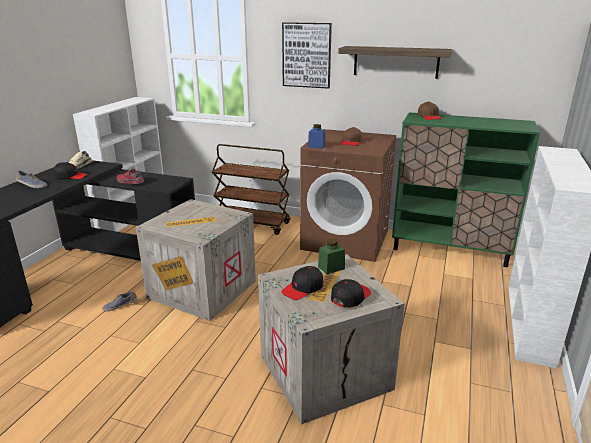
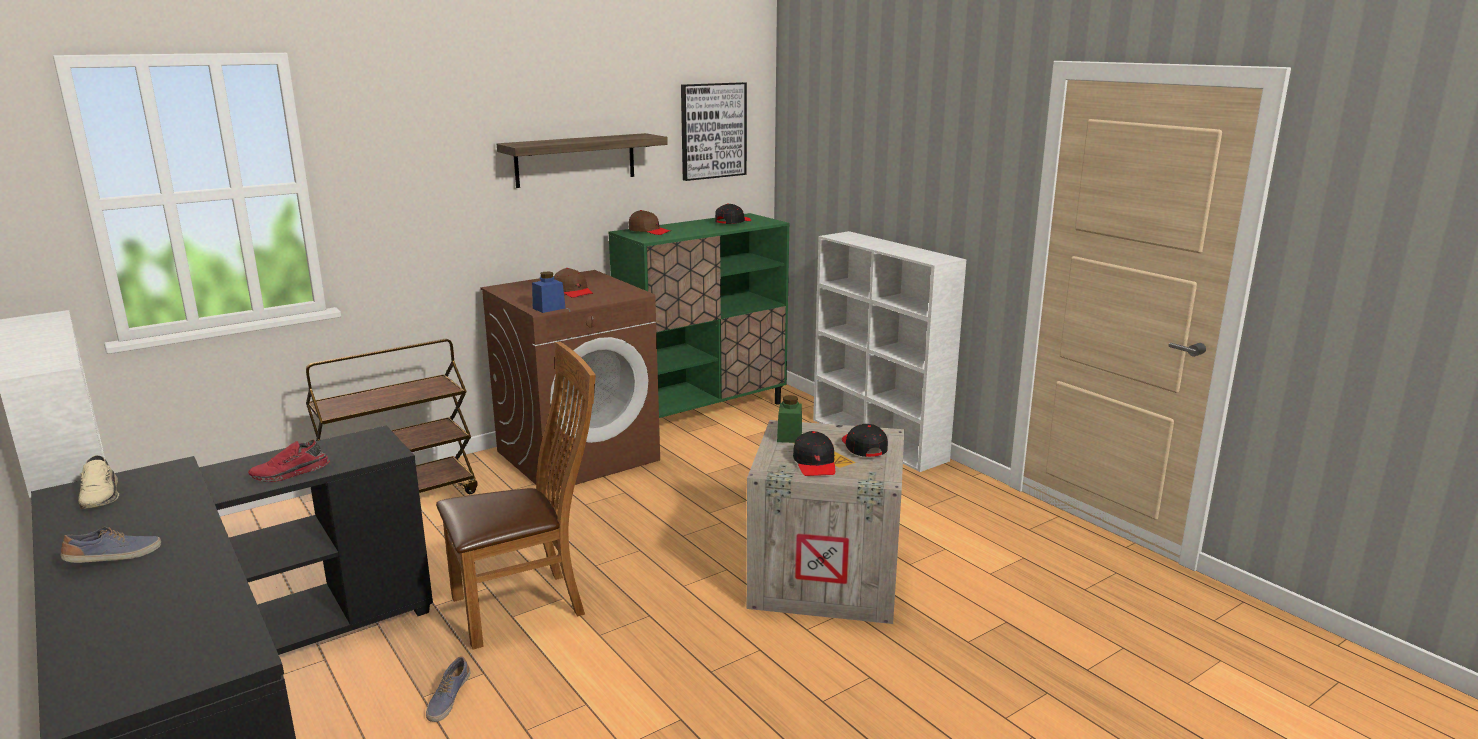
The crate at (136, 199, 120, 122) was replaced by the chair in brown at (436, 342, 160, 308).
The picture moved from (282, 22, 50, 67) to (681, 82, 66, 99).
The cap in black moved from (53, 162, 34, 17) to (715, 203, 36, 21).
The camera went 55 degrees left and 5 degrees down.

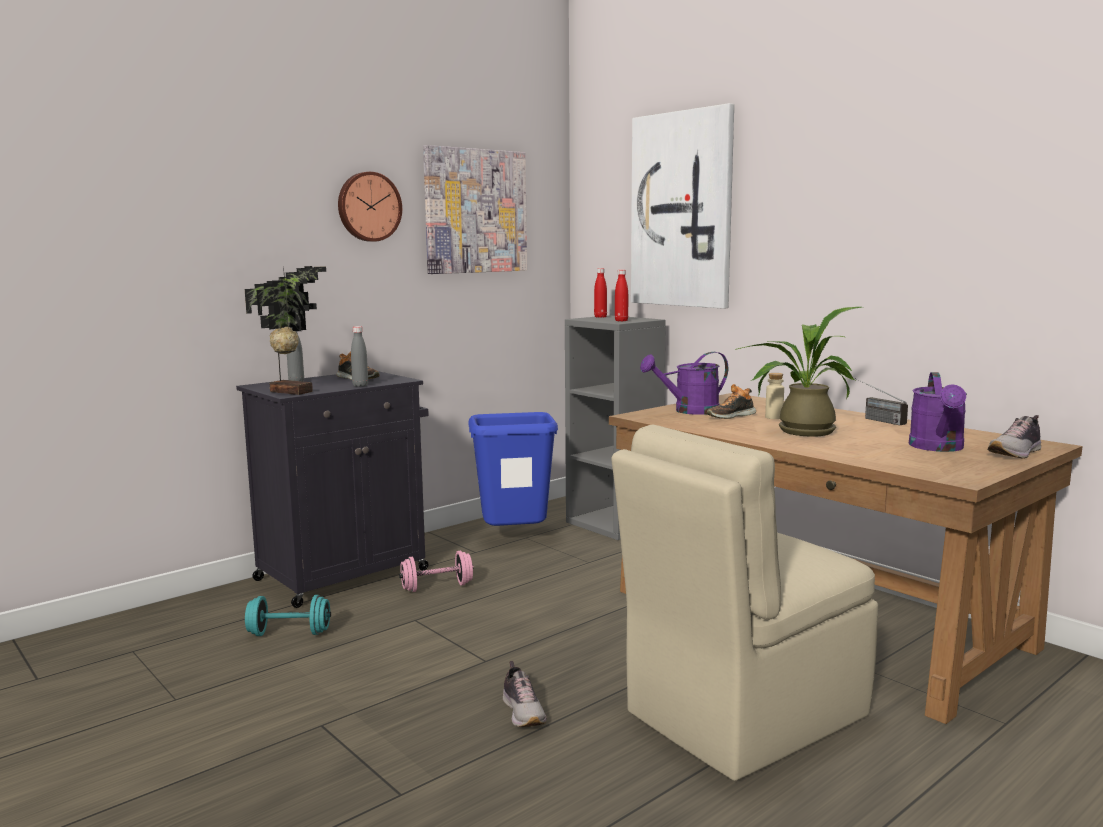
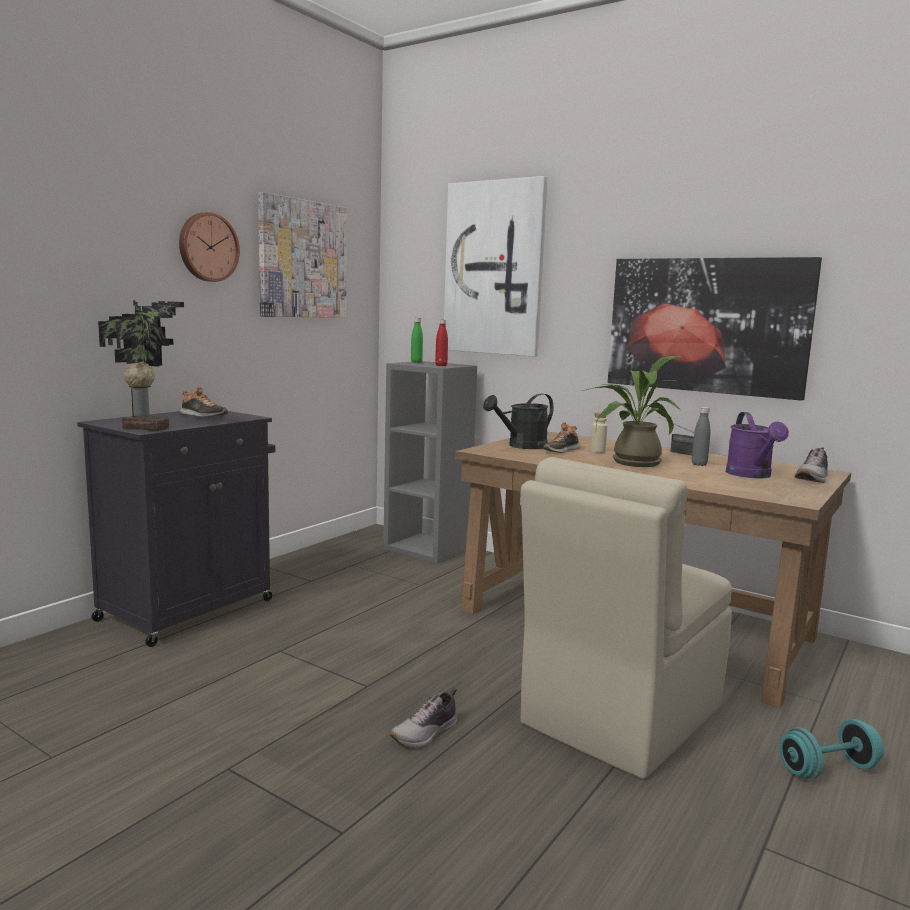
The shoe at (503, 661, 44, 66) turned 75 degrees clockwise.
The bottle in red at (594, 268, 13, 50) became the bottle in green at (411, 318, 12, 45).
The watering can in purple at (640, 352, 88, 63) became the watering can in black at (483, 393, 70, 56).
The picture at (608, 257, 214, 144) appeared.
The bottle in grey moved from (351, 326, 17, 61) to (692, 407, 18, 59).
The dumbbell in turquoise moved from (245, 595, 86, 41) to (779, 719, 105, 60).
The dumbbell in pink at (399, 551, 75, 41) disappeared.
The trash can in blue at (468, 412, 90, 114) disappeared.
The camera went 15 degrees left and 0 degrees up.

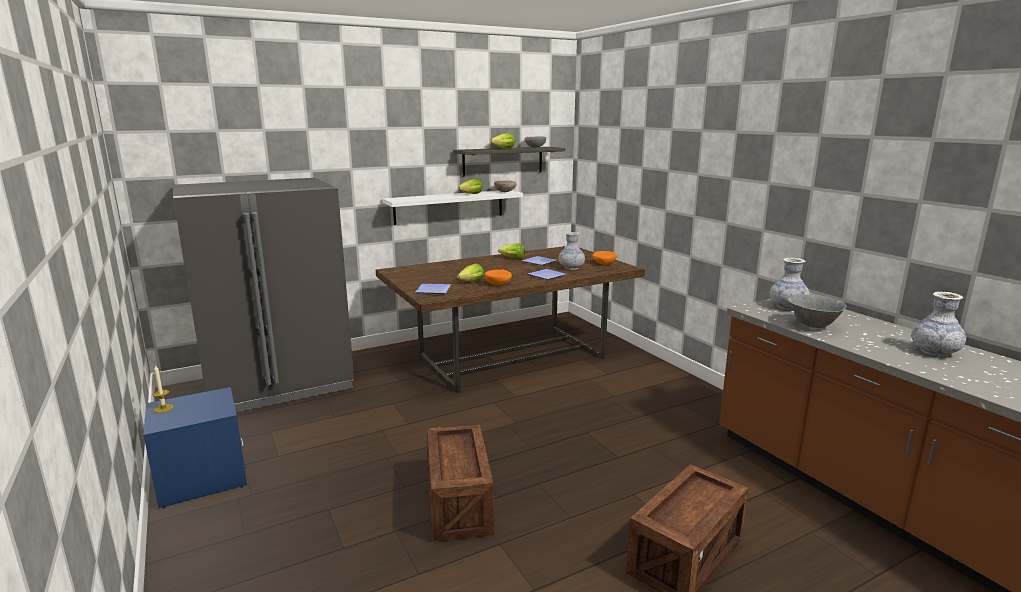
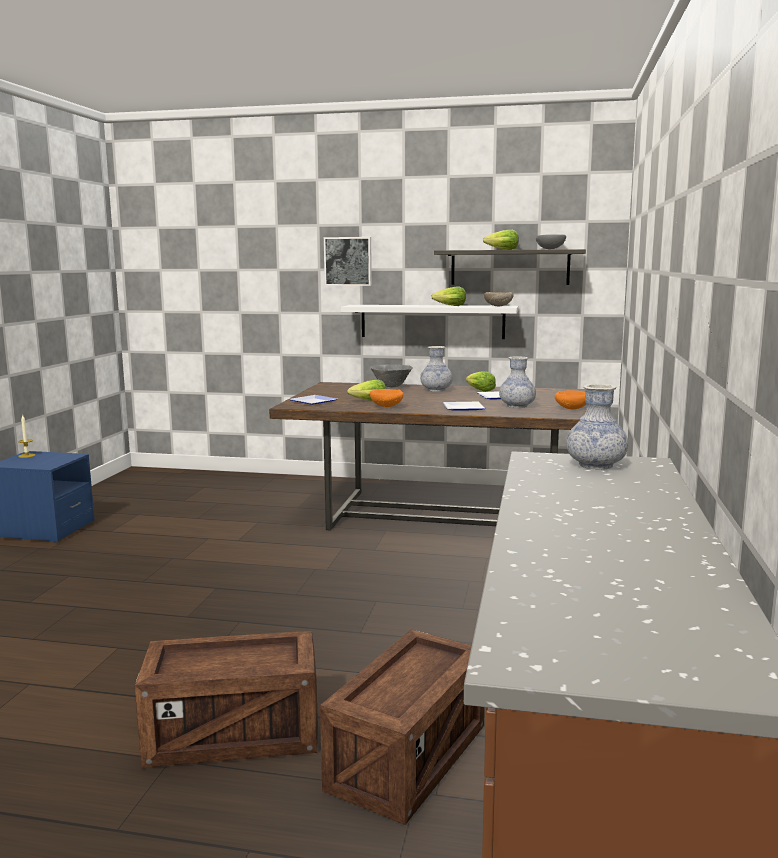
The crate moved from (427, 424, 67, 118) to (320, 629, 165, 196).
The picture at (324, 237, 48, 49) appeared.
The bowl in grey moved from (788, 295, 58, 33) to (370, 364, 43, 23).
The vase moved from (912, 292, 54, 65) to (420, 346, 33, 46).
The fridge in grey at (173, 178, 181, 234) disappeared.
The camera went 40 degrees right and 5 degrees down.

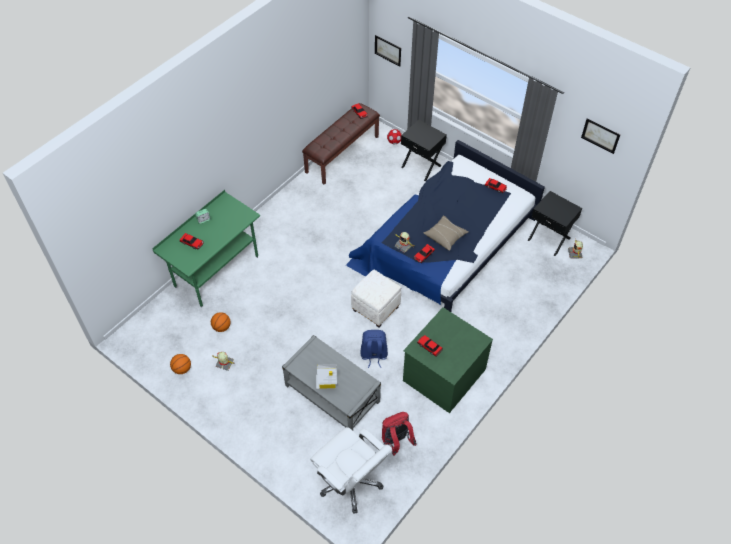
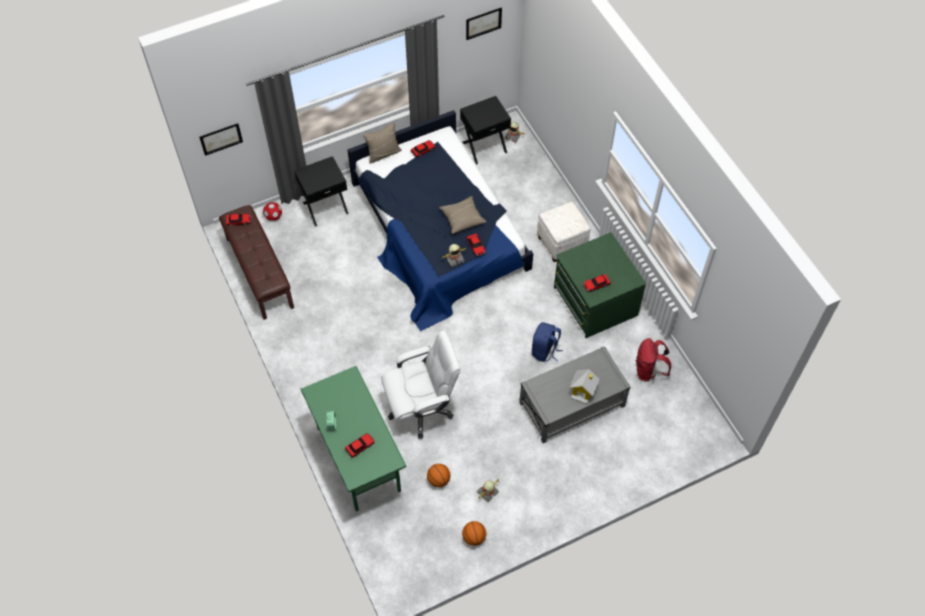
The pillow in beige at (363, 122, 39, 42) appeared.
The office chair in white moved from (310, 427, 82, 87) to (381, 330, 79, 109).
The ottoman in white moved from (351, 270, 50, 58) to (537, 202, 53, 60).
The camera went 65 degrees left and 5 degrees up.

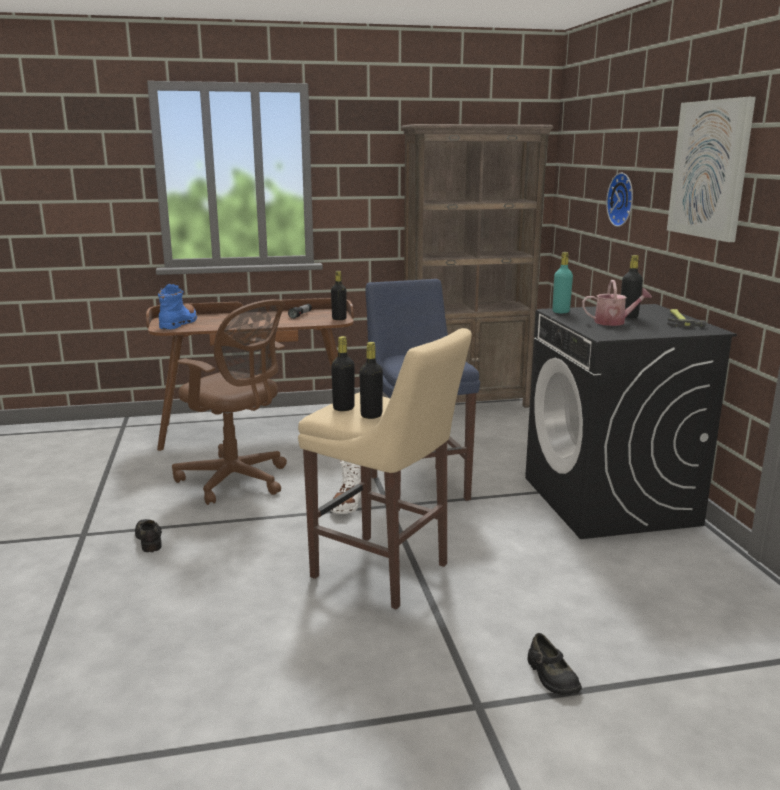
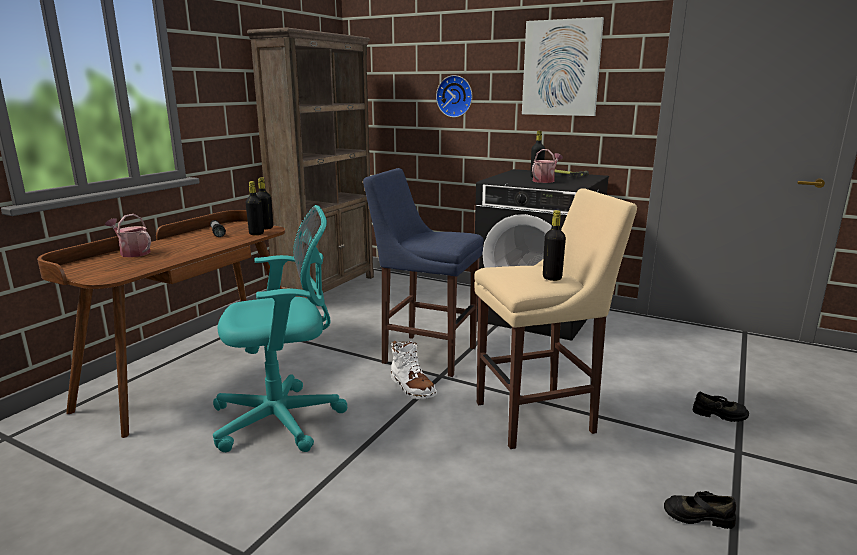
The watering can at (105, 214, 46, 43) appeared.
The office chair in brown at (172, 299, 115, 206) became the office chair in turquoise at (213, 205, 135, 247).
The bottle in black moved from (331, 336, 24, 75) to (245, 181, 19, 54).
The shoe in black moved from (135, 519, 27, 33) to (664, 491, 72, 38).
The boot in blue at (158, 284, 39, 45) disappeared.
The bottle in turquoise at (552, 252, 21, 61) disappeared.
The camera went 50 degrees left and 0 degrees up.

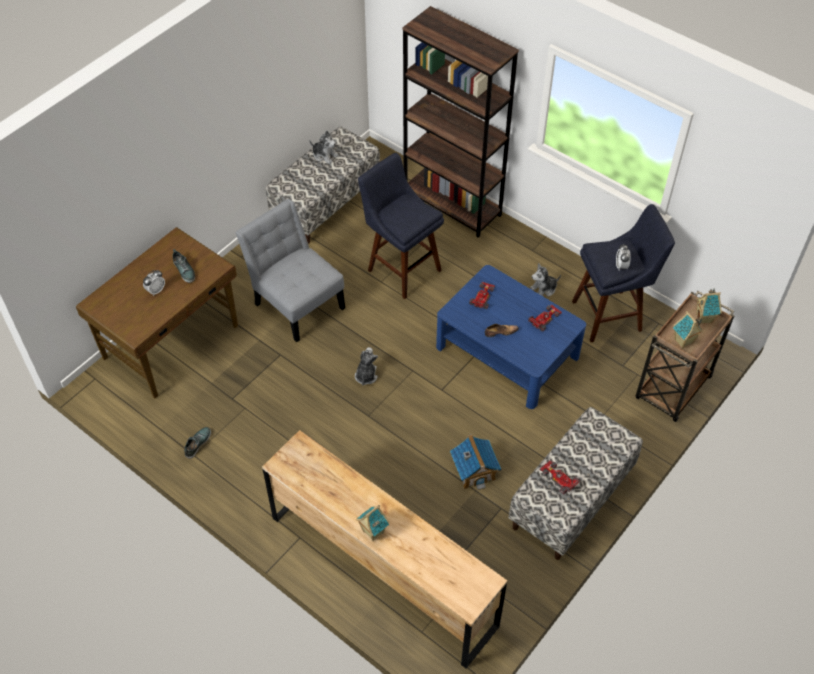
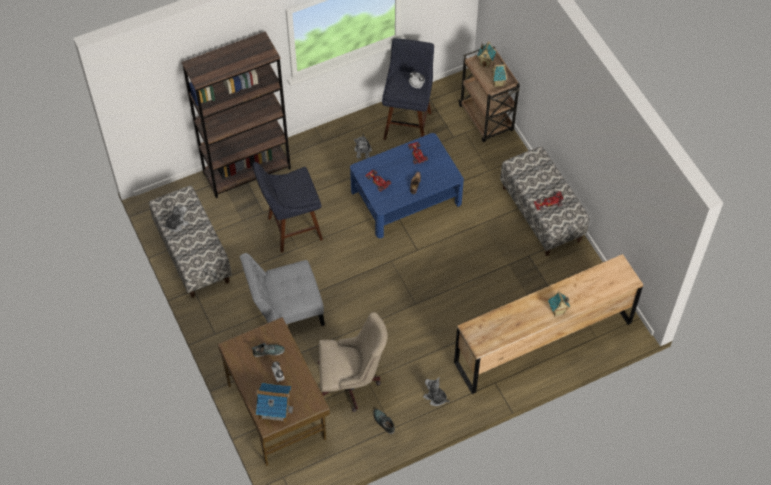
The toy house moved from (450, 434, 51, 56) to (256, 383, 38, 39).
The office chair in beige at (318, 312, 70, 100) appeared.
The plush toy moved from (355, 347, 23, 38) to (423, 377, 27, 29).
The camera went 65 degrees left and 5 degrees up.

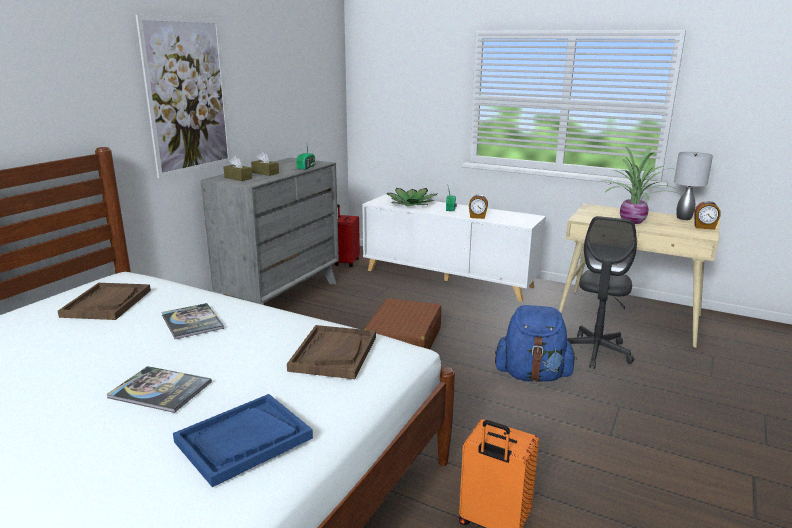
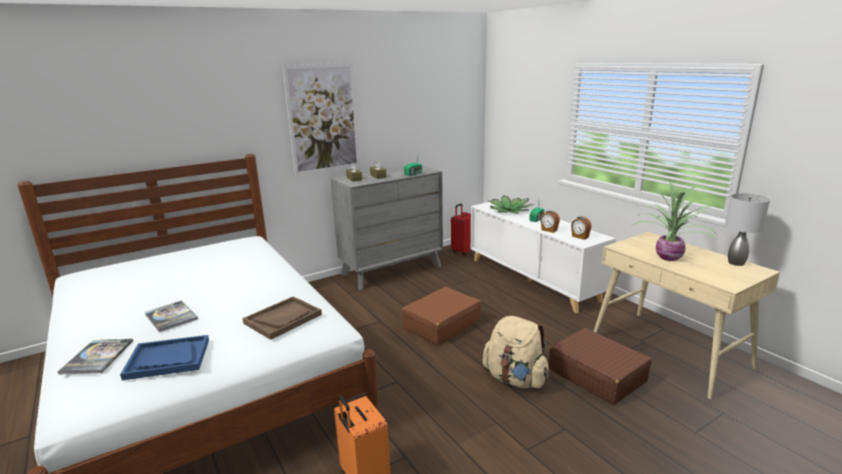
The book moved from (161, 303, 63, 36) to (58, 339, 75, 36).
The backpack in blue at (495, 305, 82, 77) became the backpack in beige at (483, 316, 66, 72).
The office chair in grey at (567, 216, 70, 153) was replaced by the suitcase in brown at (549, 328, 102, 77).
The alarm clock moved from (694, 201, 27, 29) to (571, 217, 21, 23).
The tray in brown at (58, 283, 93, 37) disappeared.
The camera went 30 degrees right and 0 degrees up.

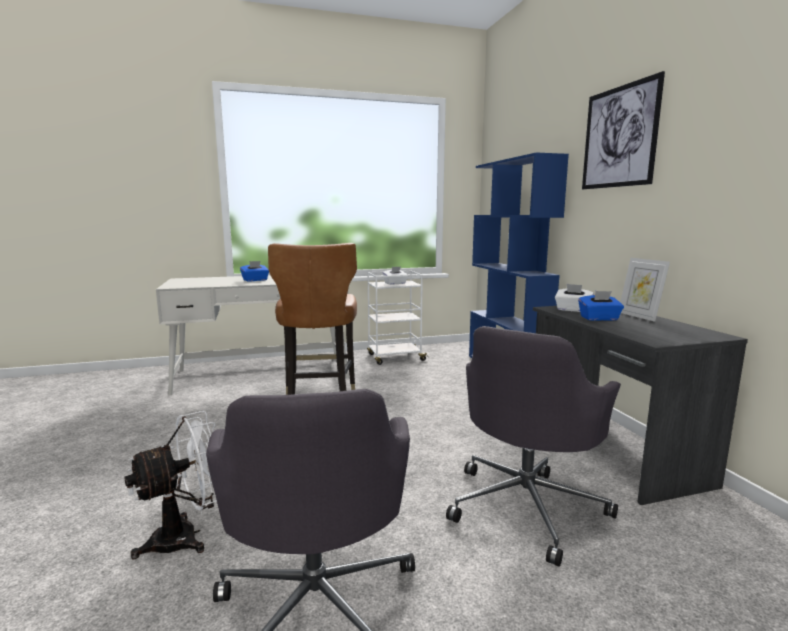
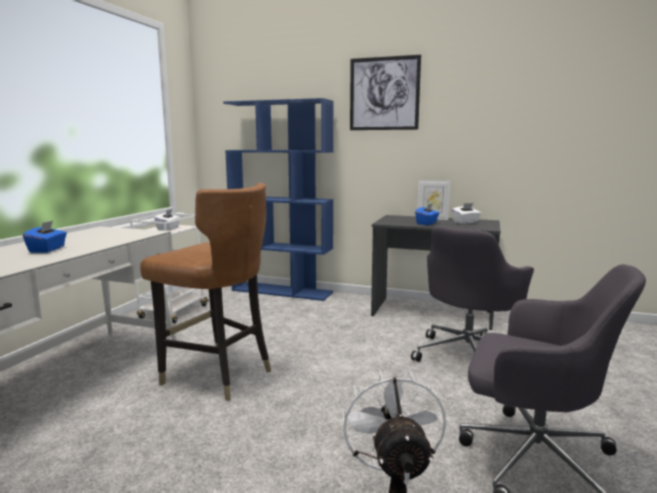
The office chair in grey at (446, 326, 175, 241) turned 60 degrees clockwise.
The tissue box in white moved from (555, 284, 39, 28) to (452, 203, 29, 21).
The camera went 55 degrees left and 0 degrees up.

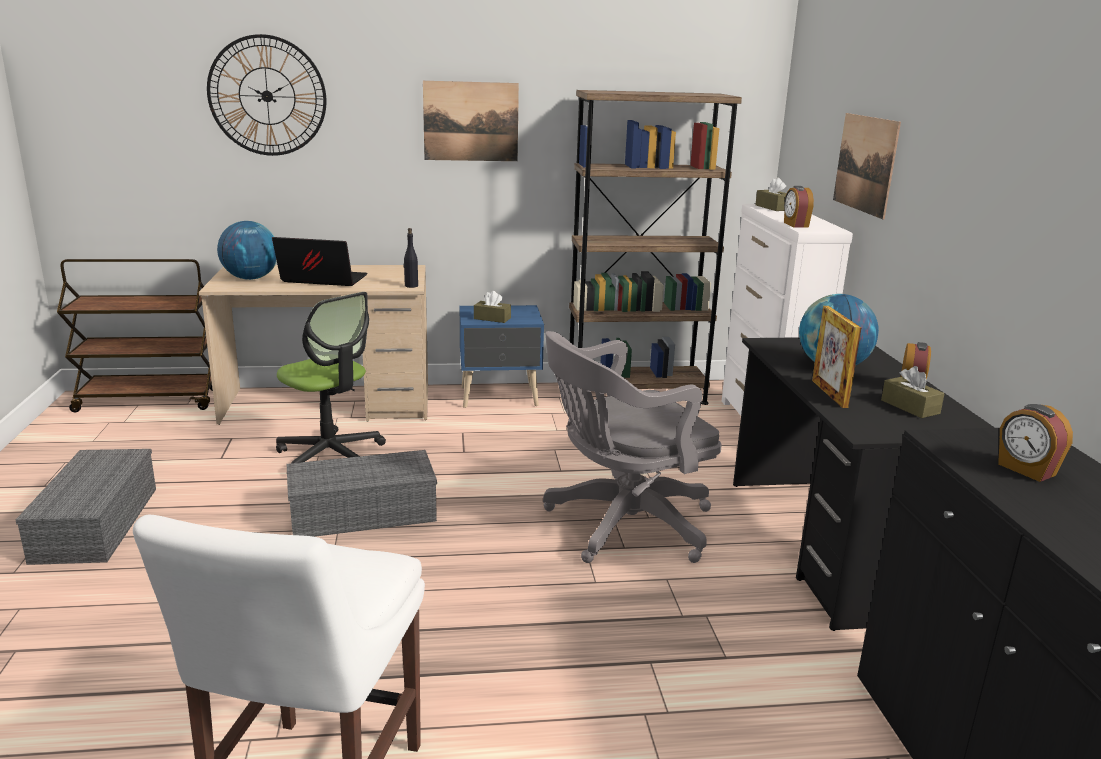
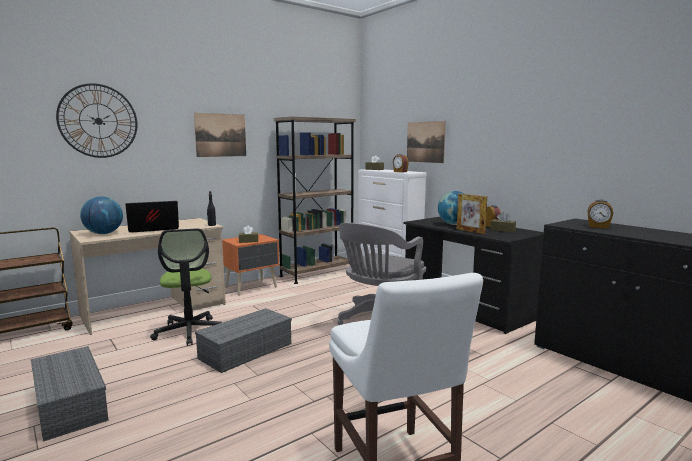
The office chair at (276, 292, 110, 171) turned 60 degrees clockwise.
The nightstand in blue at (460, 305, 84, 103) became the nightstand in orange at (222, 234, 57, 61).
The camera went 30 degrees left and 10 degrees down.

